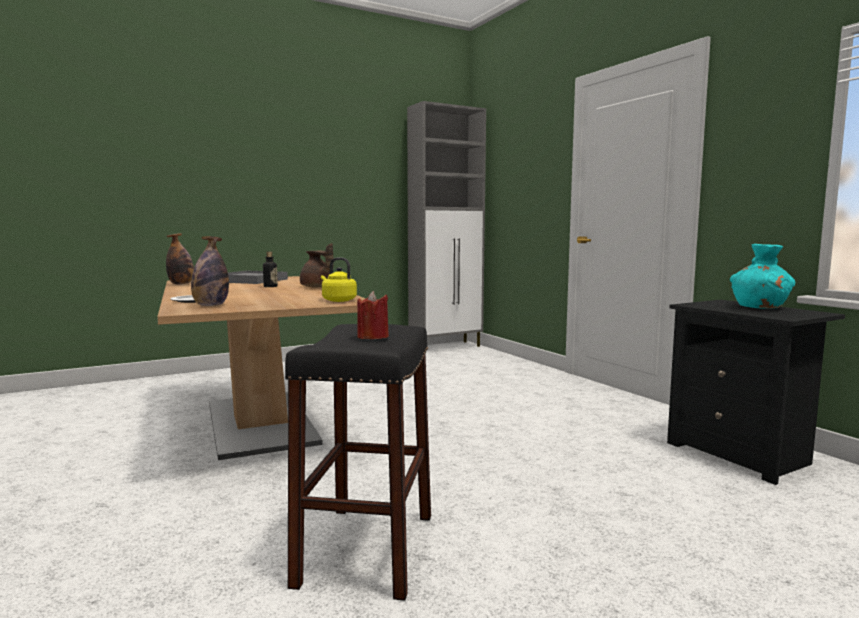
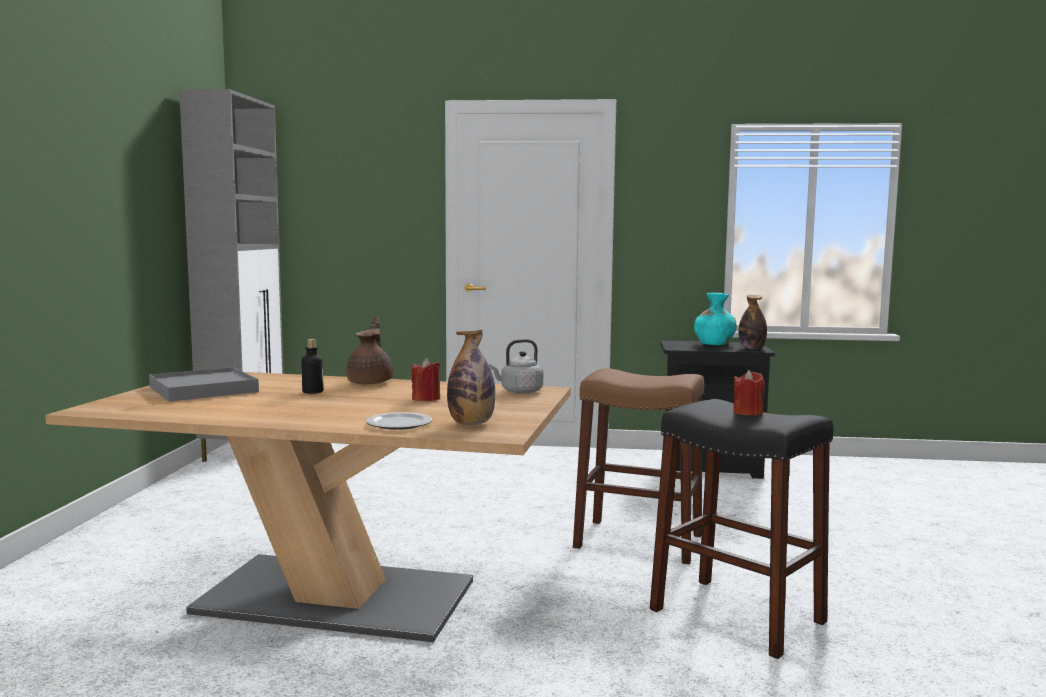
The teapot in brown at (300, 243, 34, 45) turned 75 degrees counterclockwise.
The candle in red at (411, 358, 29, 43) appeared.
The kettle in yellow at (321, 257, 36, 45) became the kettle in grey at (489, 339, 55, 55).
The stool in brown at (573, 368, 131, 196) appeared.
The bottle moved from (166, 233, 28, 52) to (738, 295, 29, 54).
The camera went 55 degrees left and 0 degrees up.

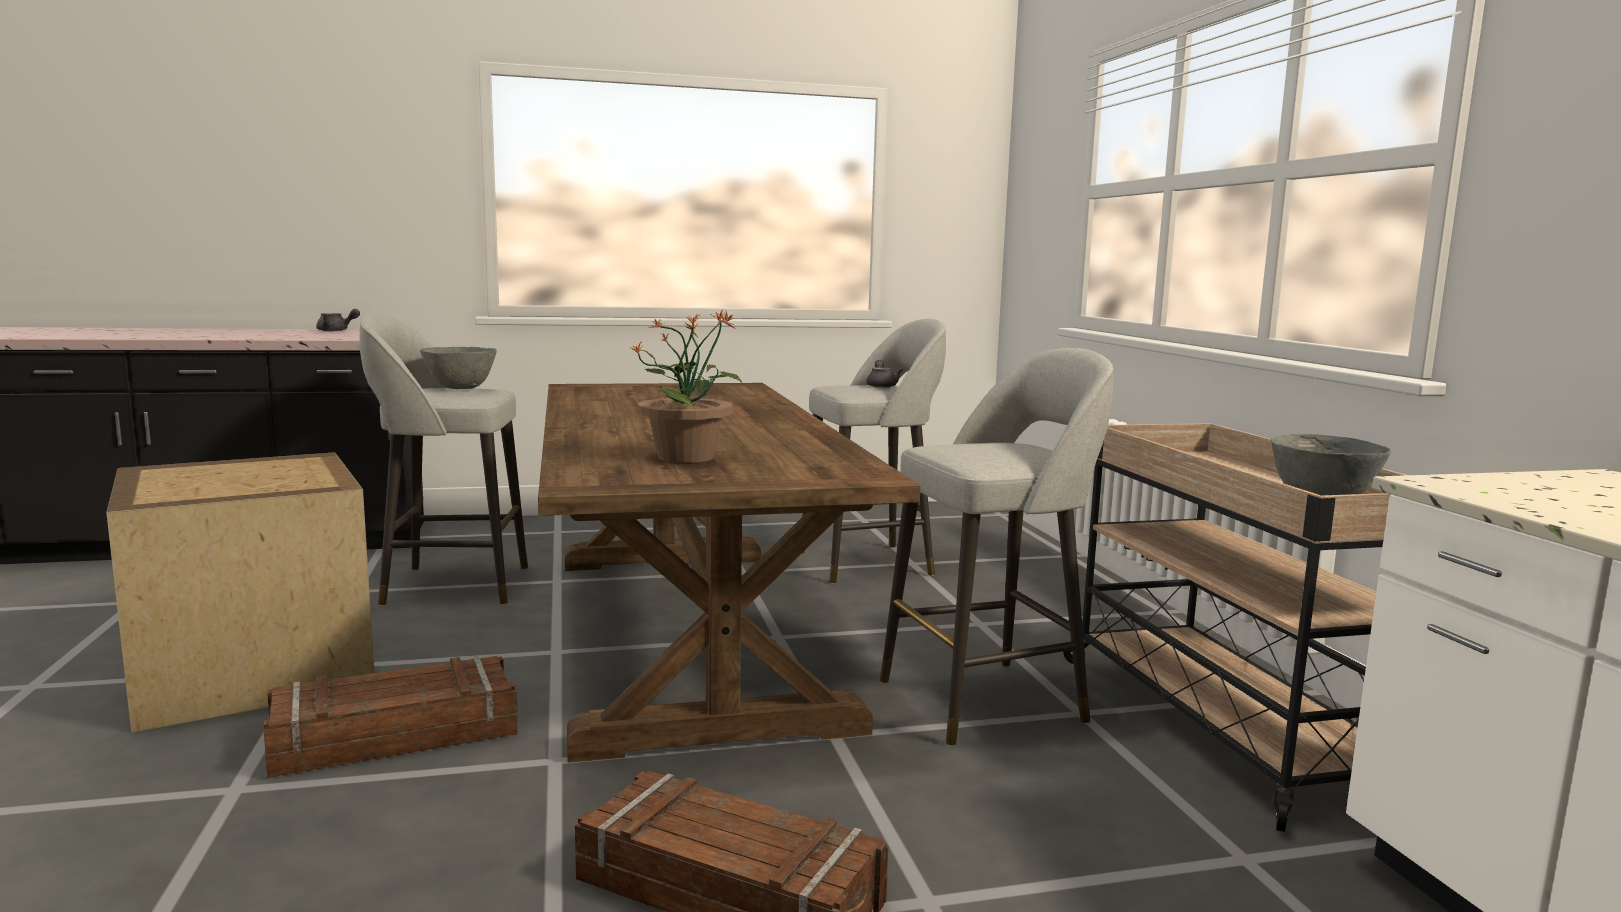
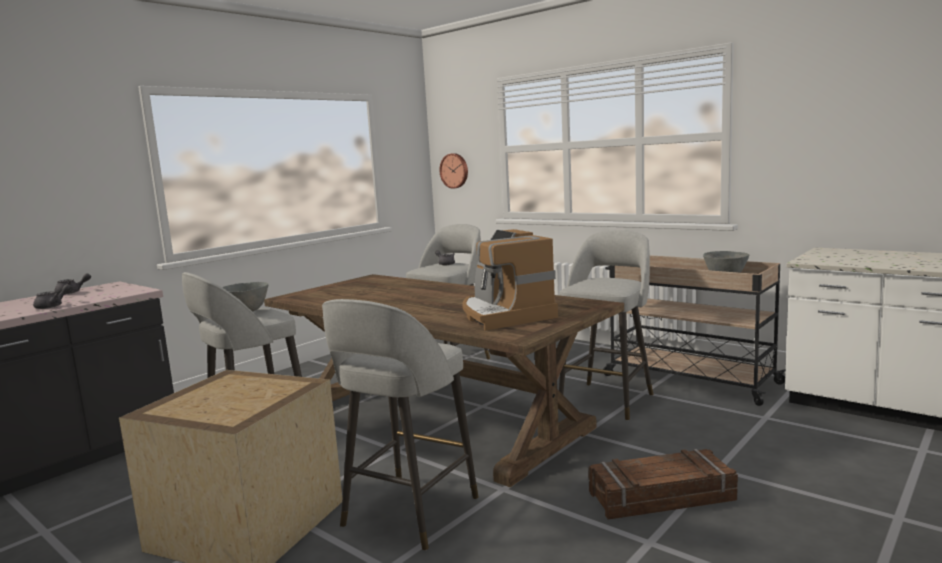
The teapot in grey at (33, 284, 39, 25) appeared.
The crate at (264, 656, 254, 122) was replaced by the stool in grey at (322, 299, 157, 252).
The wall clock at (439, 153, 29, 36) appeared.
The potted plant at (629, 309, 113, 154) was replaced by the coffee machine at (462, 229, 96, 102).
The camera went 35 degrees left and 0 degrees up.

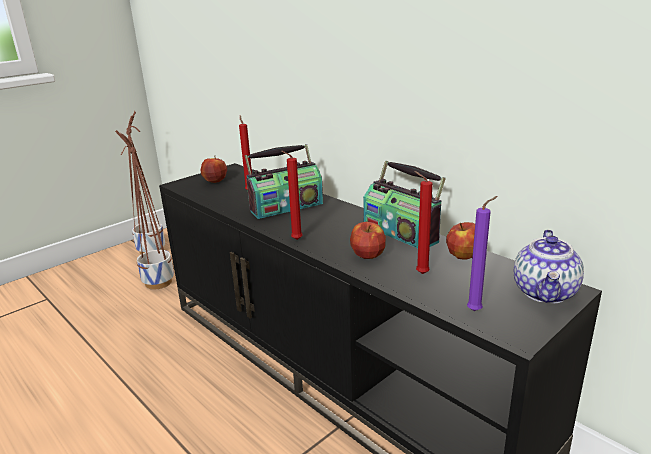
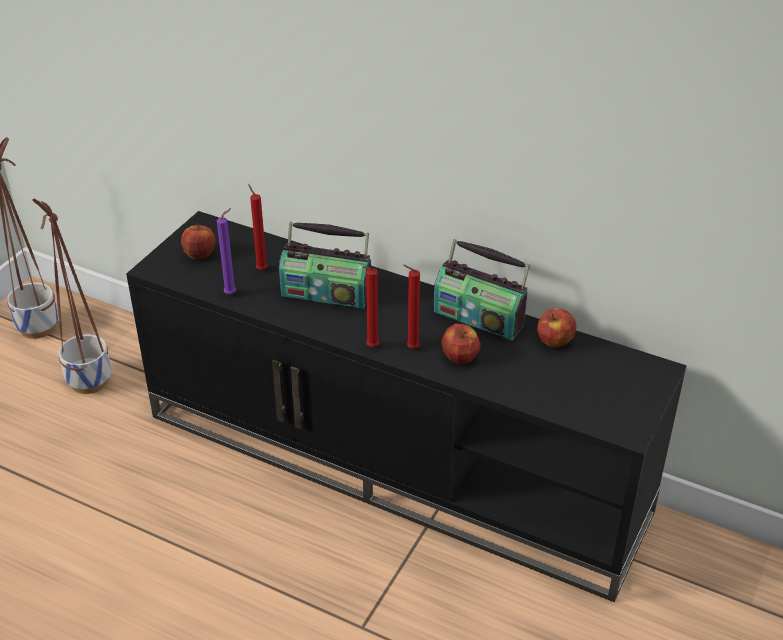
The candle in purple moved from (467, 196, 31, 115) to (217, 208, 19, 86).
The radio at (245, 144, 78, 75) turned 60 degrees clockwise.
The candle in red moved from (414, 171, 19, 103) to (403, 265, 17, 83).
The teapot at (514, 229, 70, 74) disappeared.
The camera went 20 degrees left and 15 degrees up.

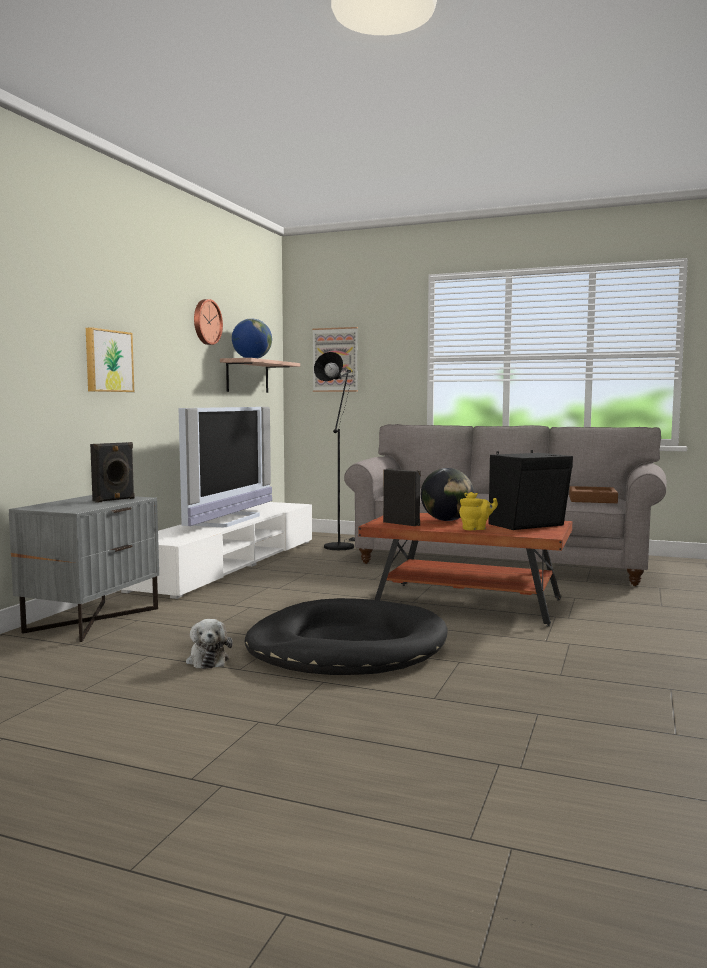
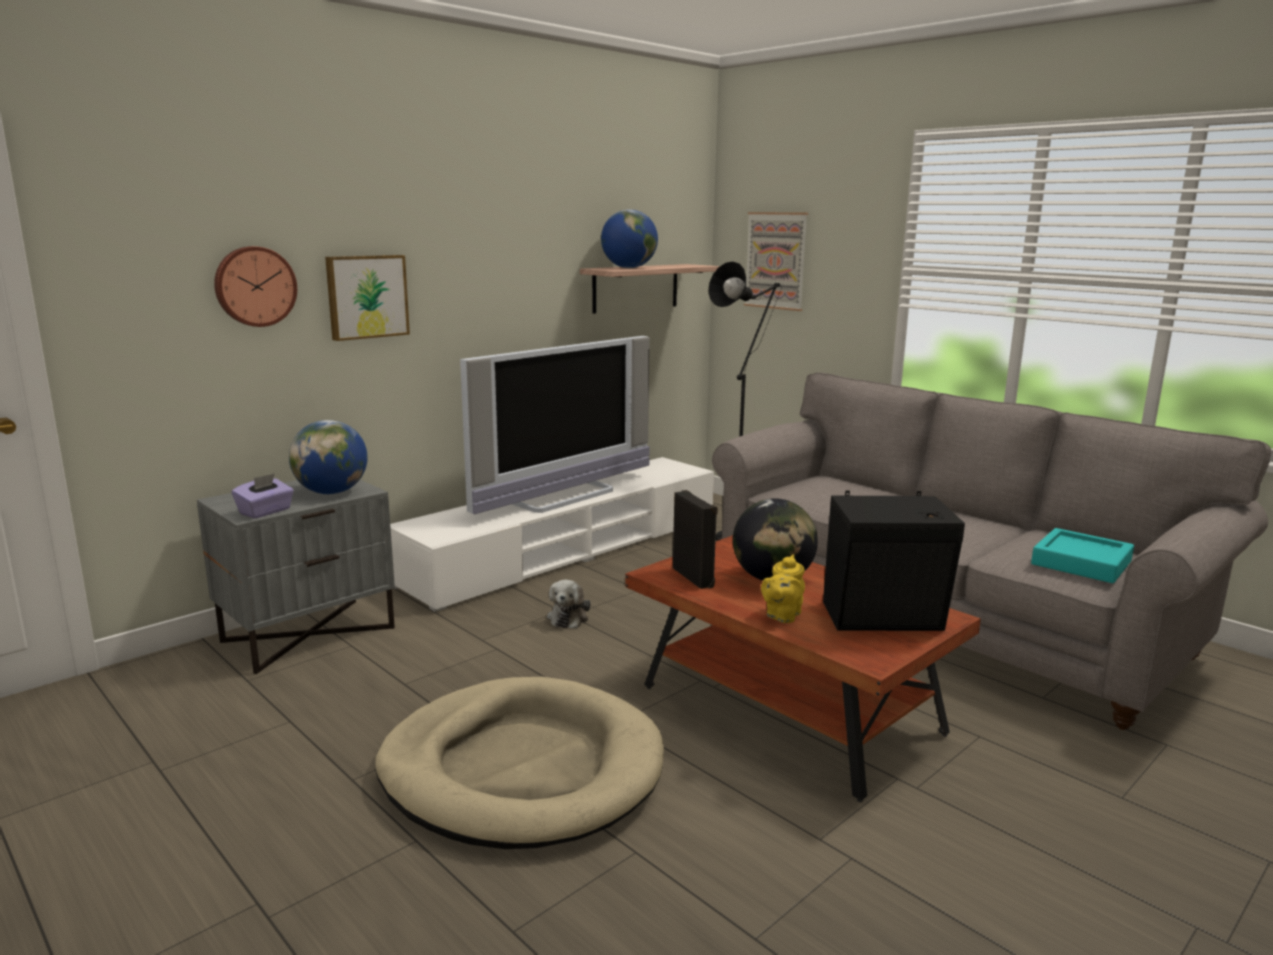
The wall clock moved from (194, 299, 29, 46) to (214, 246, 83, 81).
The tissue box in purple at (232, 473, 62, 46) appeared.
The speaker in black at (90, 442, 45, 61) was replaced by the globe at (289, 420, 79, 74).
The dog bed in black at (244, 598, 204, 77) became the dog bed in beige at (375, 677, 289, 172).
The plush toy moved from (186, 619, 46, 50) to (547, 580, 44, 49).
The teapot in yellow at (459, 492, 39, 38) turned 105 degrees clockwise.
The tray in brown at (569, 486, 49, 17) became the tray in turquoise at (1031, 528, 103, 55).
The camera went 25 degrees right and 10 degrees up.

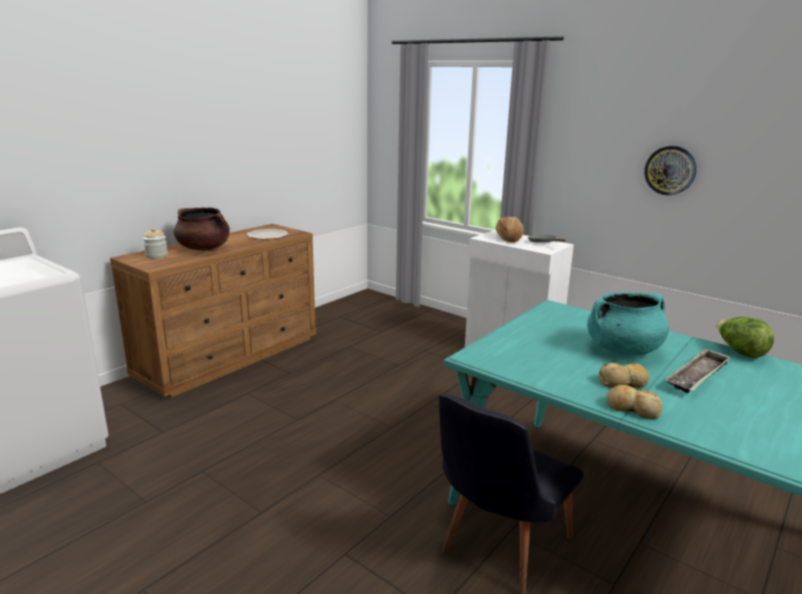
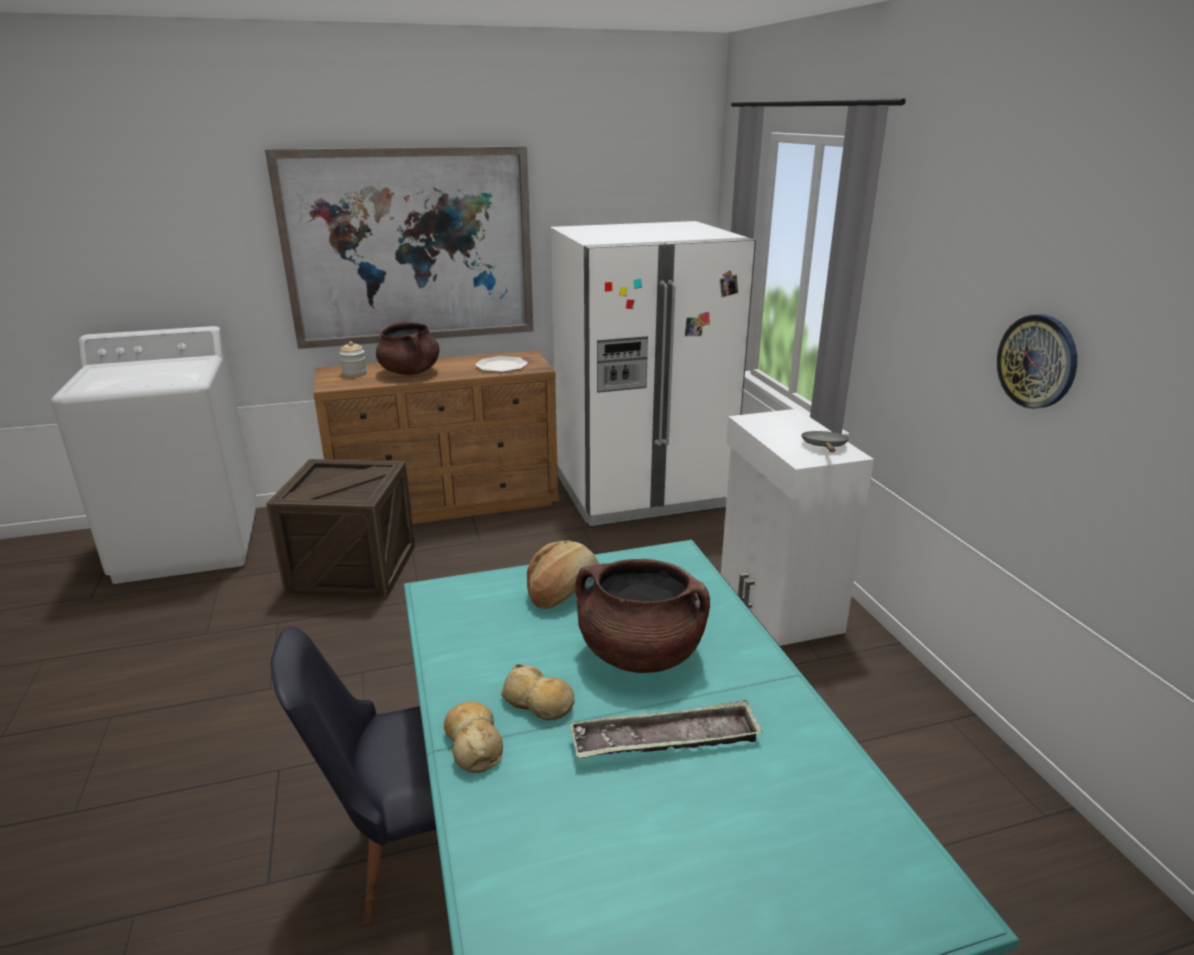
The picture at (265, 146, 268, 203) appeared.
The crate at (266, 459, 149, 140) appeared.
The bread moved from (496, 217, 28, 25) to (527, 540, 72, 69).
The fridge in white at (551, 221, 205, 305) appeared.
The cooking pot in turquoise at (587, 292, 82, 64) became the cooking pot in brown at (576, 559, 134, 114).
The lettuce at (716, 317, 59, 41) disappeared.
The camera went 35 degrees right and 5 degrees up.

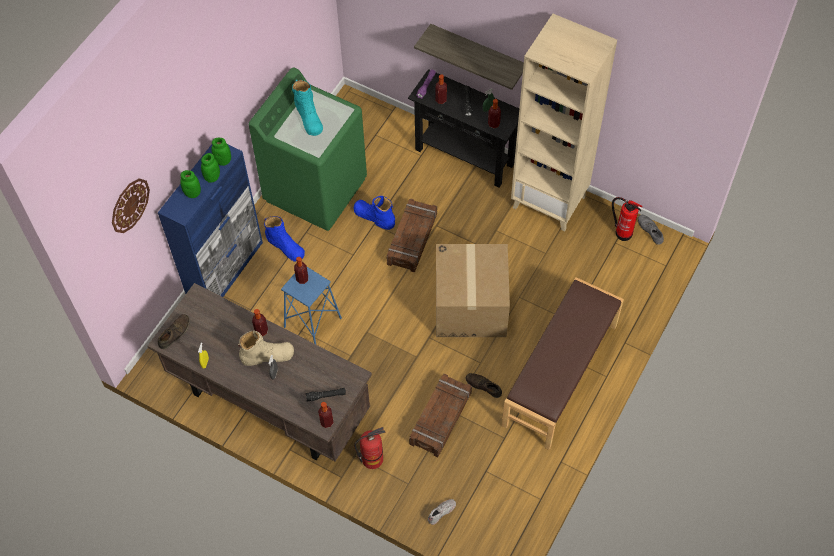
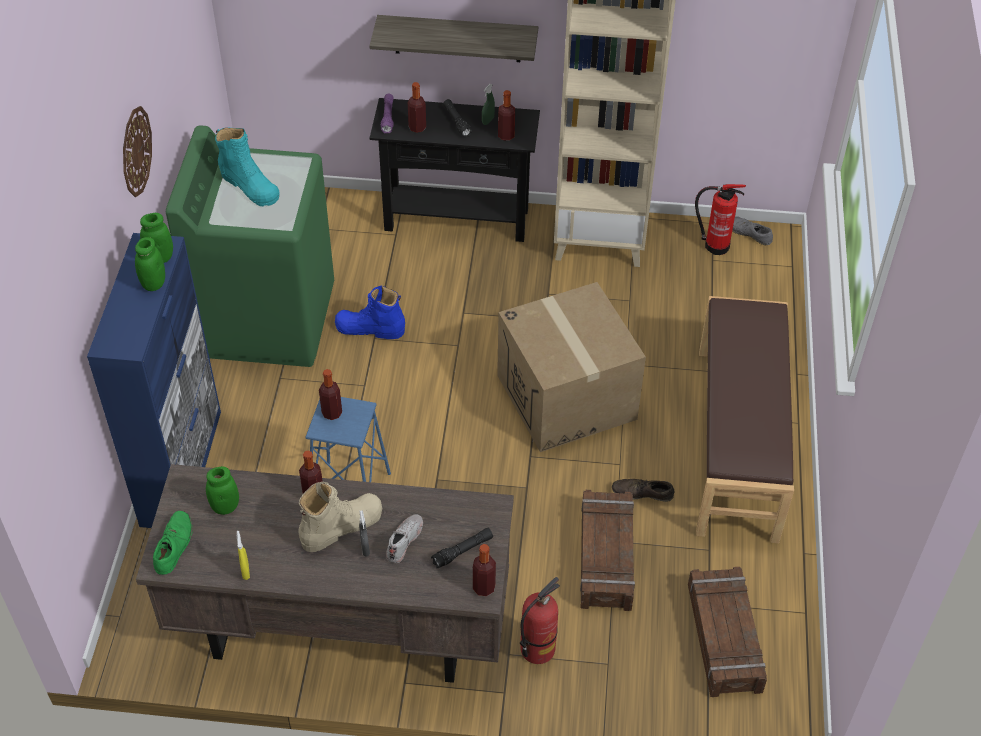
The wall clock moved from (112, 179, 38, 54) to (123, 106, 29, 91).
The shoe in brown at (158, 314, 32, 35) became the shoe in green at (153, 511, 40, 64).
The jar in green moved from (180, 170, 21, 28) to (206, 466, 33, 49).
The shoe in white moved from (428, 499, 28, 26) to (386, 514, 37, 49).
The crate moved from (386, 199, 51, 73) to (688, 567, 79, 130).
The boot in blue at (264, 216, 41, 45) disappeared.
The camera went 25 degrees left and 10 degrees down.

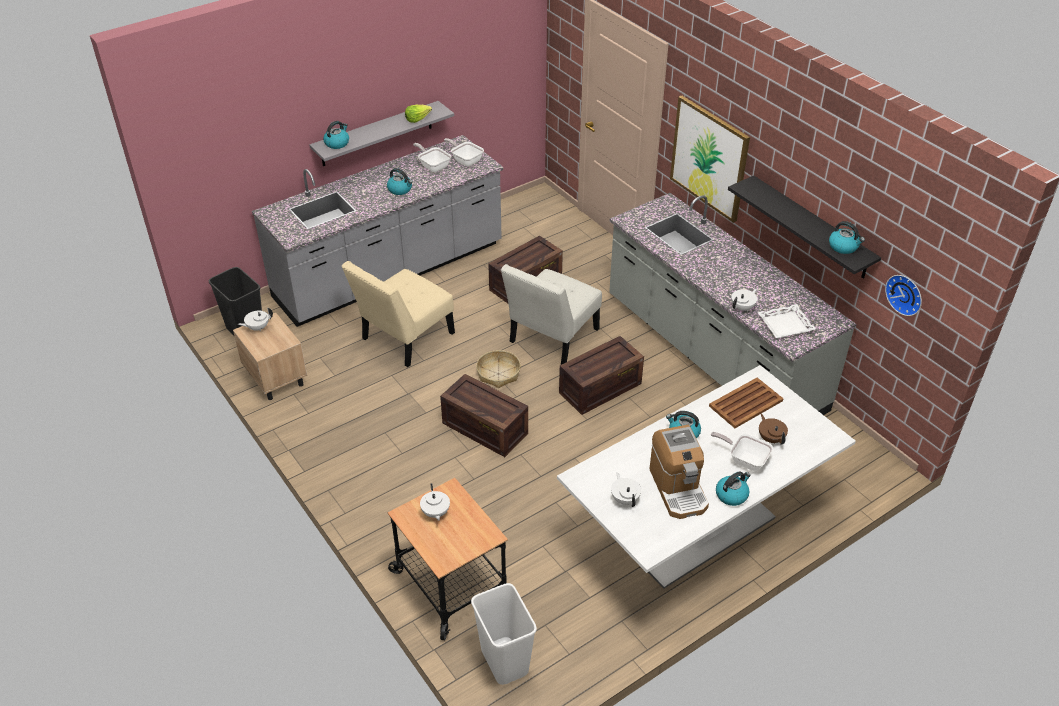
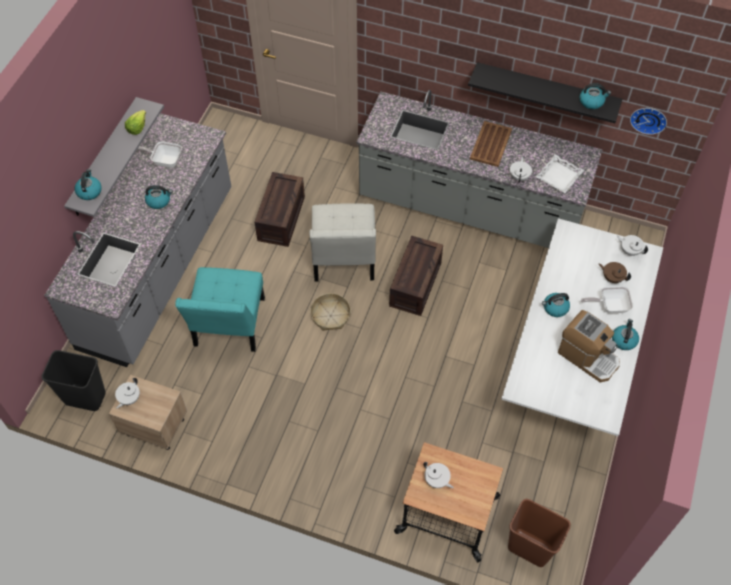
The chair in beige at (342, 261, 113, 106) became the chair in turquoise at (175, 267, 90, 85).
The tray in brown moved from (709, 378, 75, 50) to (470, 121, 42, 46).
The trash can in white at (471, 583, 66, 102) became the trash can in brown at (508, 499, 63, 68).
The teapot in white moved from (611, 472, 30, 35) to (617, 235, 31, 21).
The crate at (440, 374, 88, 83) disappeared.
The frying pan at (444, 138, 40, 29) disappeared.
The picture at (670, 96, 80, 127) disappeared.
The camera went 35 degrees left and 15 degrees up.

